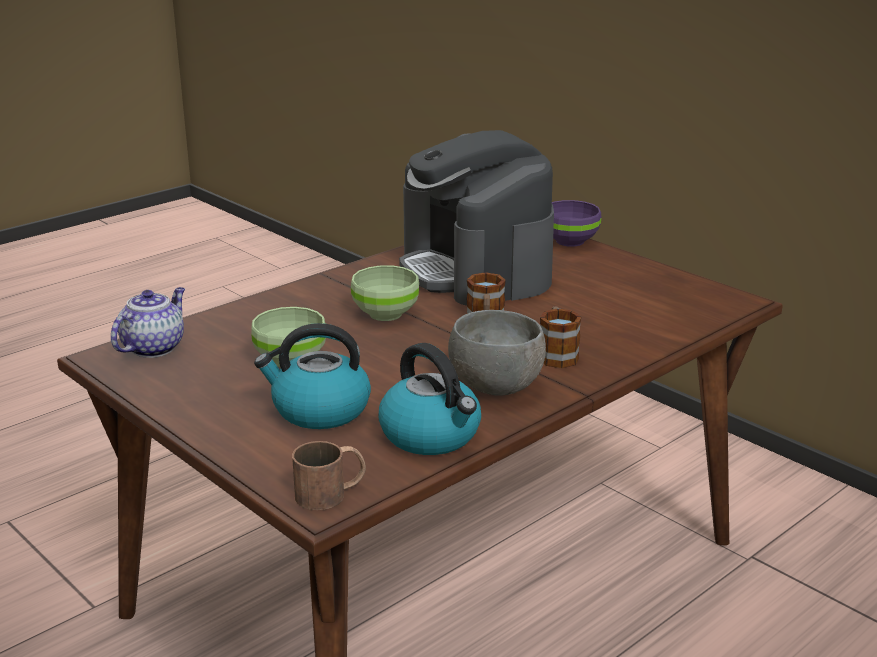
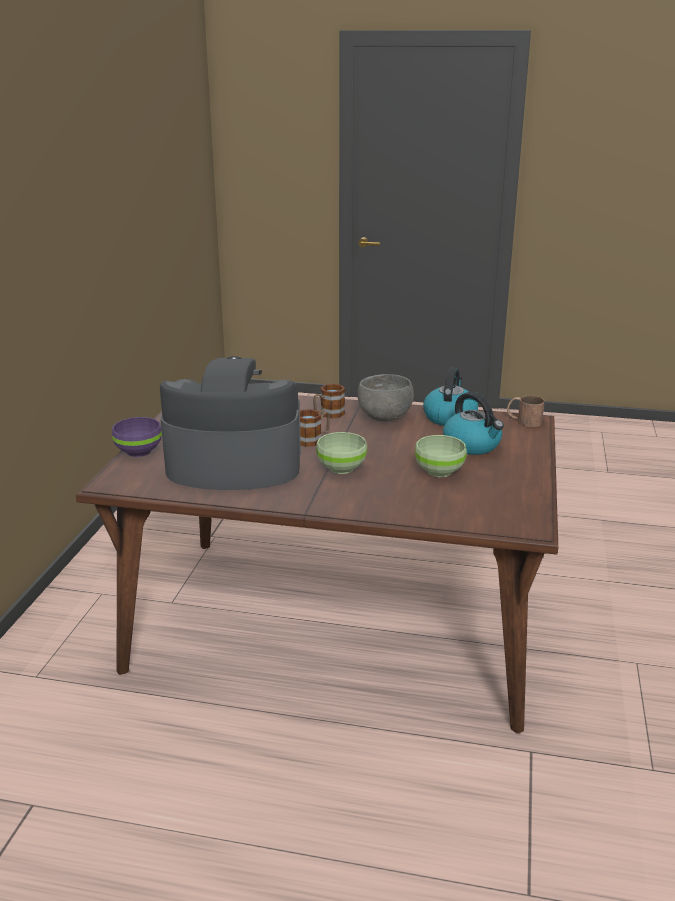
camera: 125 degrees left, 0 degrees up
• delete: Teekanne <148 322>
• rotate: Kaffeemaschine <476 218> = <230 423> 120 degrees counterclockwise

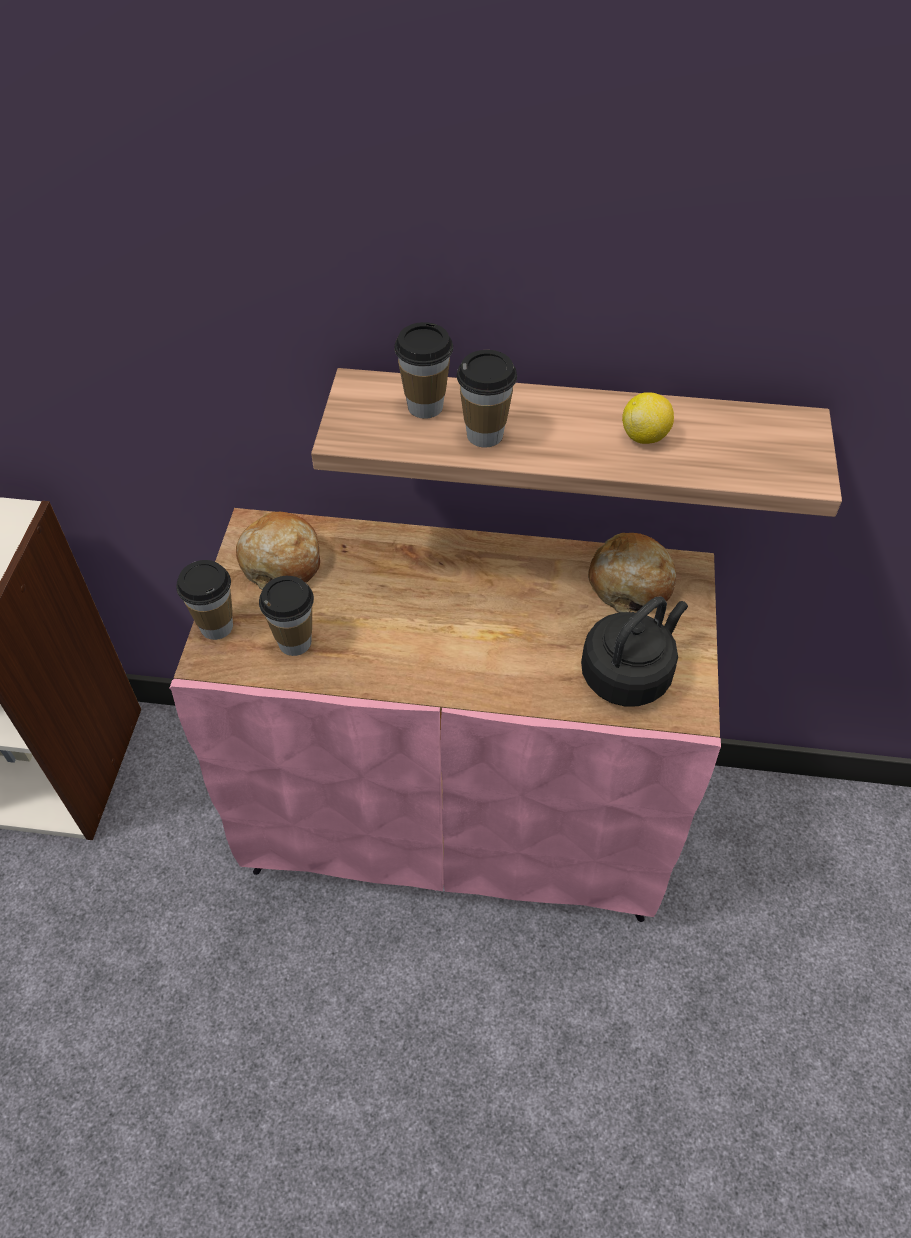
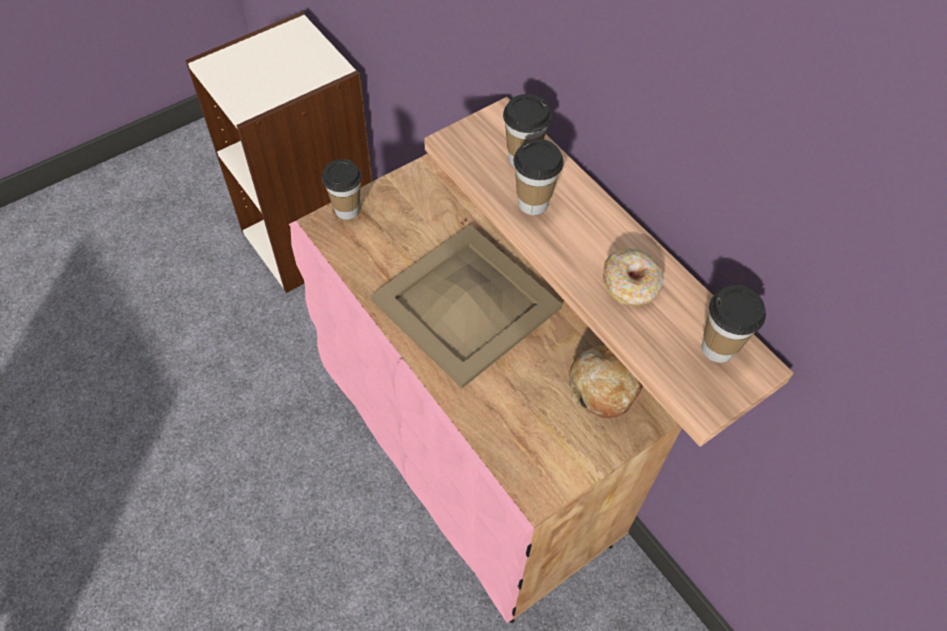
camera: 45 degrees right, 5 degrees up
• delete: Brot <278 551>
• delete: Wasserkessel/schwarz <634 651>
• insert: Tablett/beige <466 306>
• move: Tasse <286 616> to <734 324>
• replace: Zitrone <648 418> to Donut <633 277>

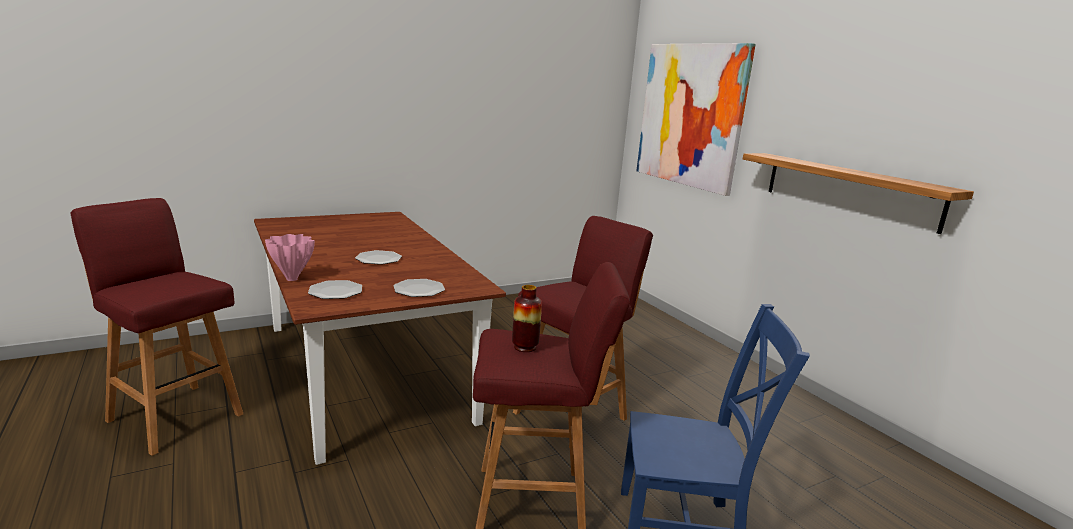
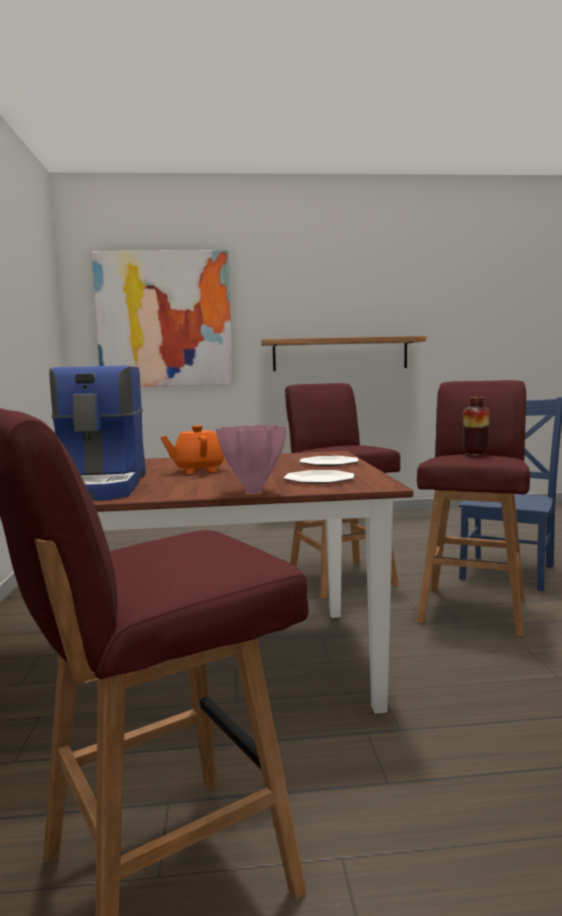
camera: 65 degrees left, 10 degrees down
• insert: Kaffeemaschine <97 433>
• replace: Teller <378 257> to Teekanne/orange <192 449>

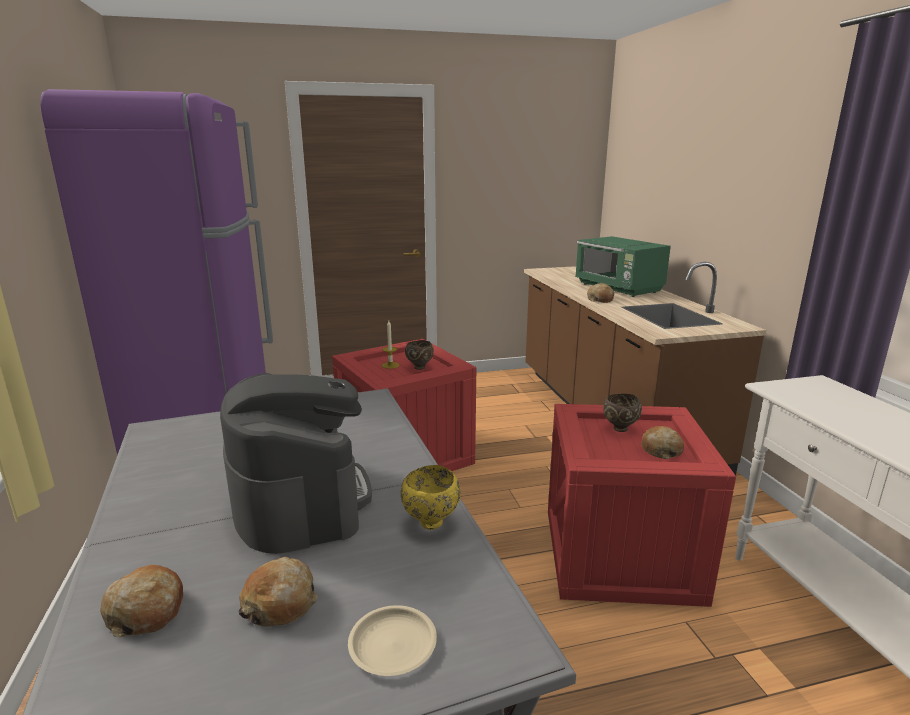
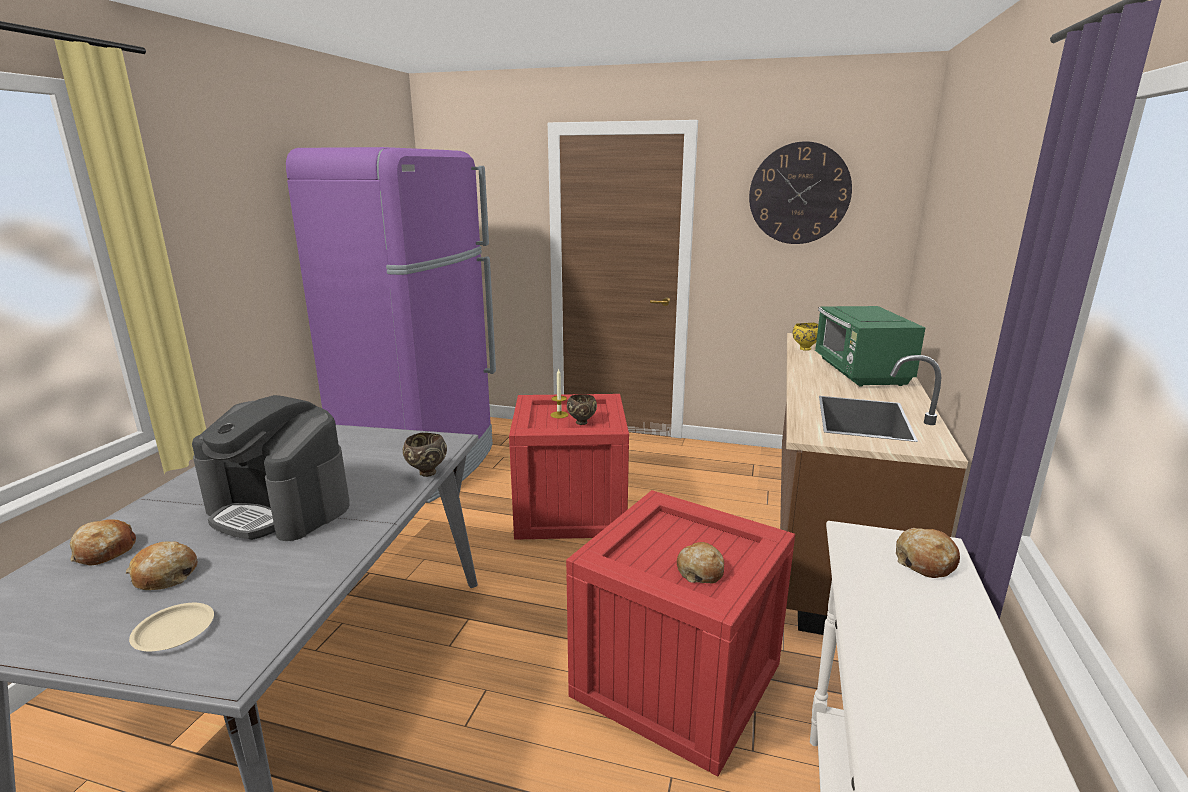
camera: 30 degrees right, 0 degrees up
• insert: Wanduhr <800 192>
• move: Schüssel/gelb <431 497> to <805 337>
• move: Brot <600 293> to <928 553>
• move: Schüssel/braun <622 413> to <425 455>
• rotate: Kaffeemaschine <296 463> = <271 468> 105 degrees clockwise

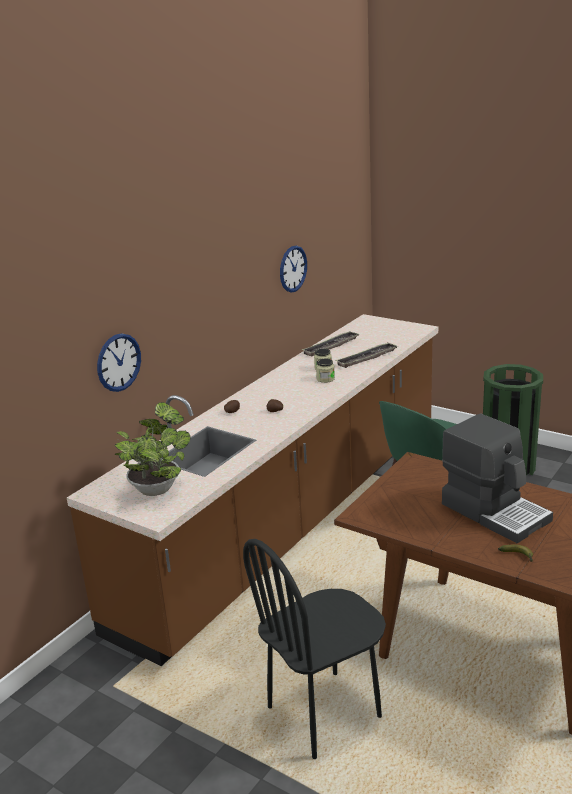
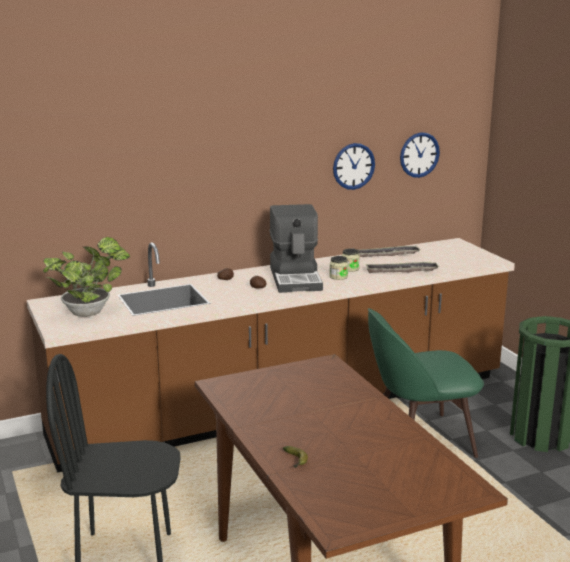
camera: 30 degrees right, 5 degrees down
• move: Wanduhr <119 362> to <420 155>
• move: Kaffeemaschine <497 478> to <296 248>

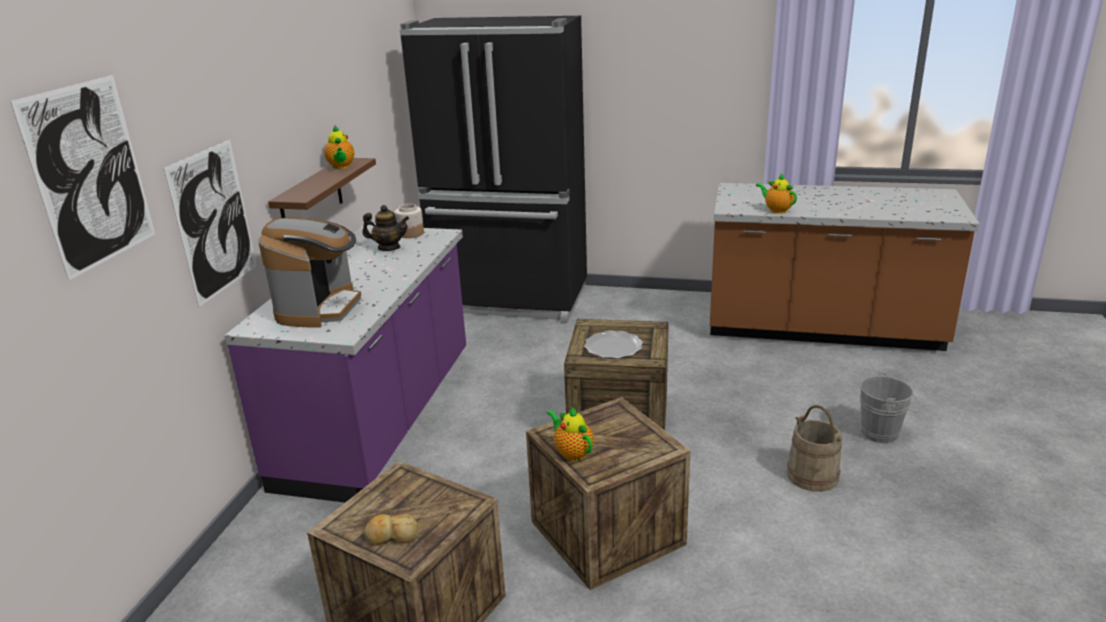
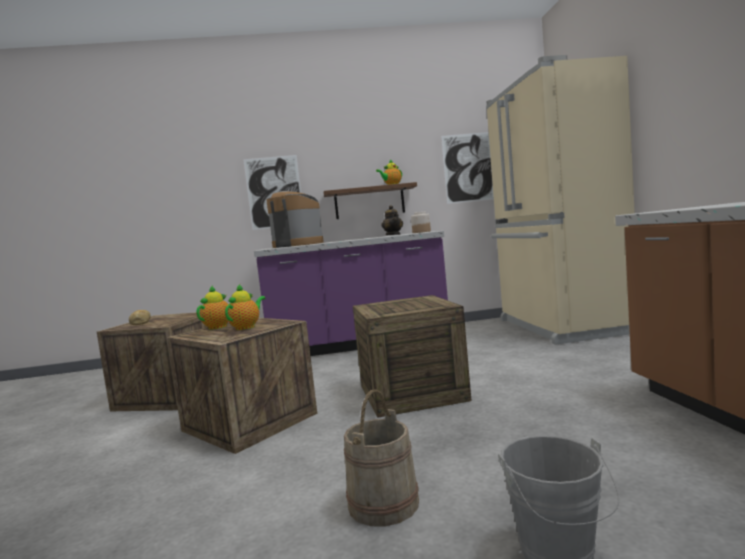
camera: 70 degrees right, 20 degrees down
• delete: Teller <613 345>
• move: Bild <82 178> to <467 168>
• move: Teekanne <776 193> to <245 307>
• recolor: Kühlschrank/schwarz <493 169> to Kühlschrank/beige <560 200>
• rotate: Kaffeemaschine <309 273> = <295 219> 135 degrees counterclockwise

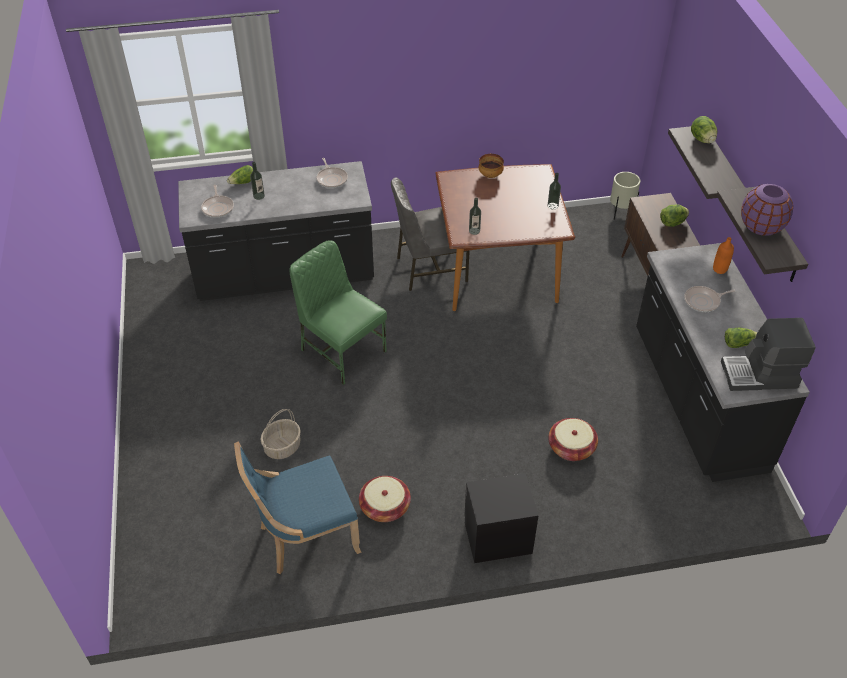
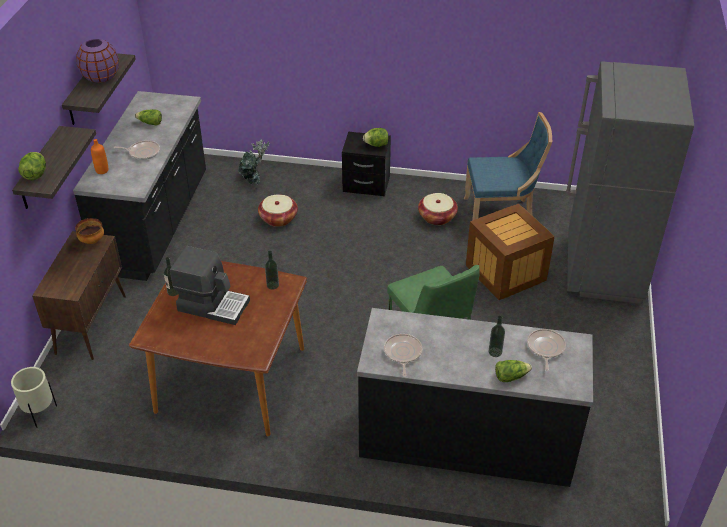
camera: 160 degrees left, 5 degrees down
• delete: Stuhl/grau <430 234>
• insert: Topfpflanze <254 162>
• insert: Kühlschrank/grau <630 182>
• move: Schüssel <491 166> to <89 231>
• move: Salatkopf <674 215> to <375 137>
• move: Kaffeemaschine <768 354> to <210 285>
• replace: Korb <280 434> to Kiste <510 252>

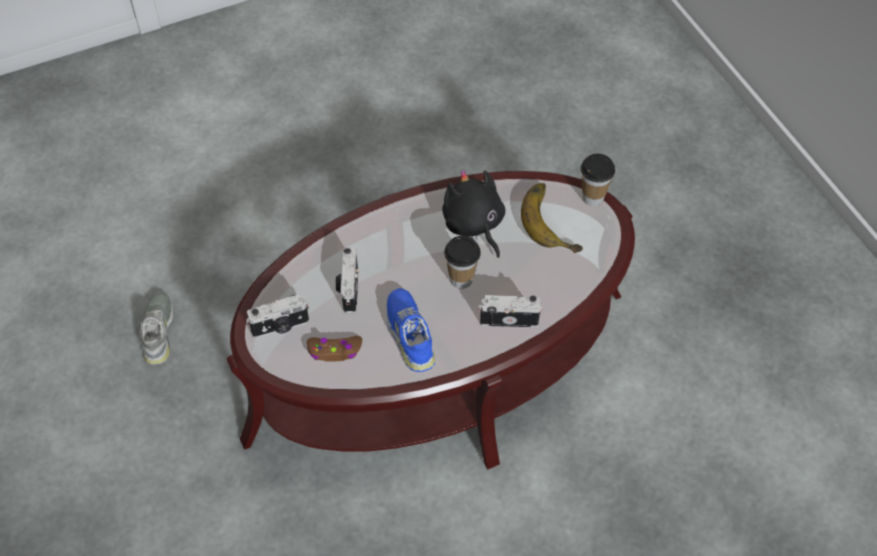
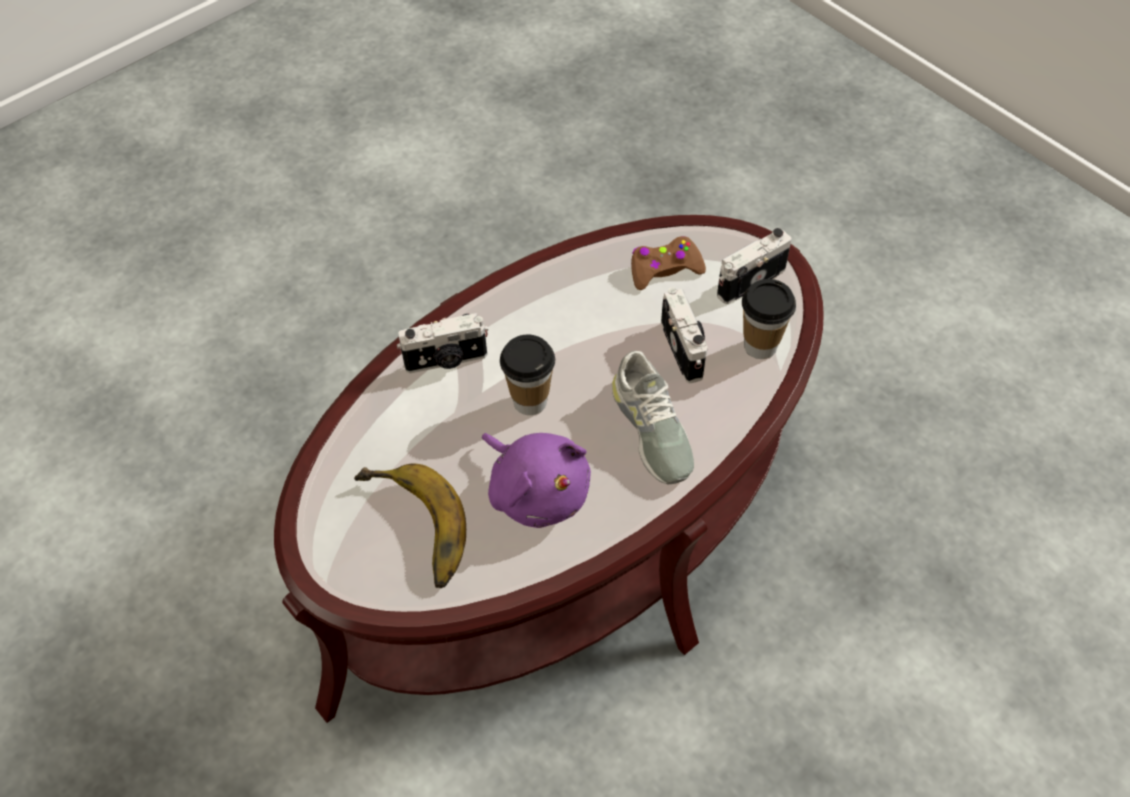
camera: 165 degrees right, 0 degrees up
• delete: Schuh/blau <411 330>
• move: Schuh/grau <157 328> to <653 417>
• move: Tasse <598 180> to <769 319>
• recolor: Plüschtier/schwarz <473 214> to Plüschtier/lila <536 480>

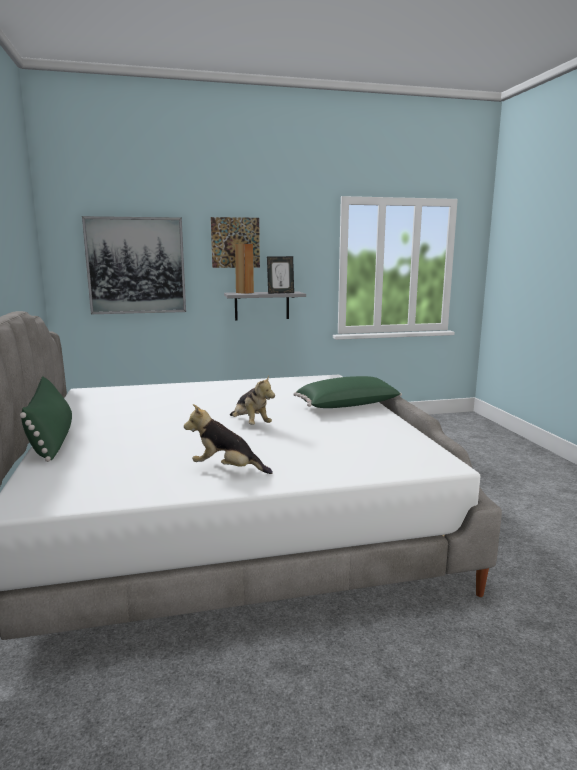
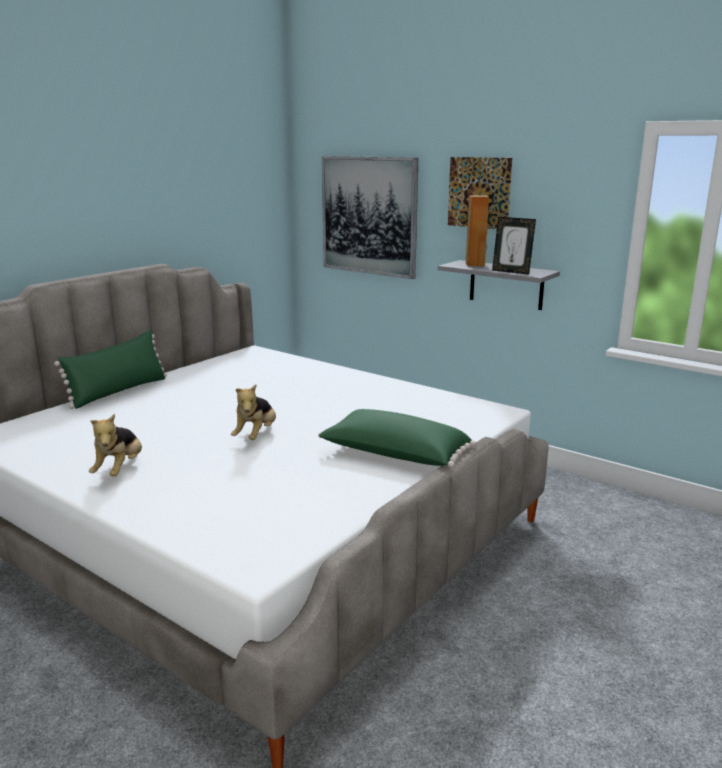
camera: 50 degrees right, 5 degrees up
• rotate: Plüschtier <228 439> = <115 445> 150 degrees counterclockwise

